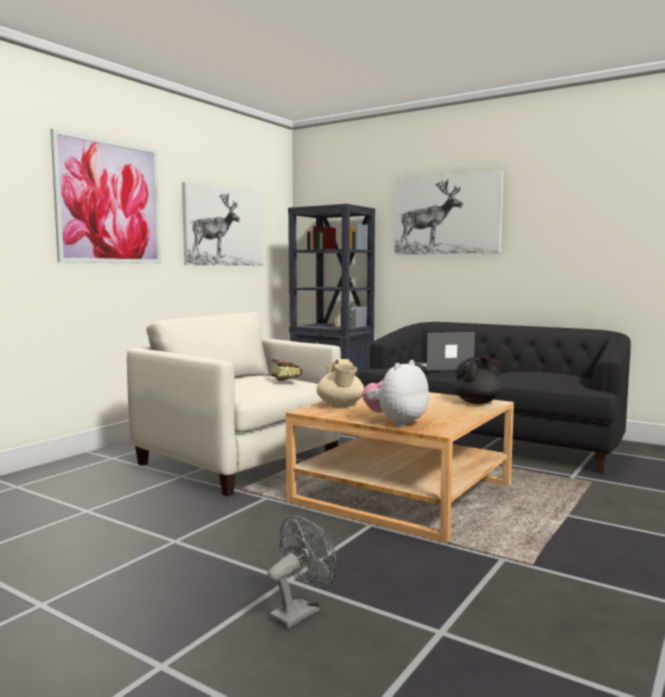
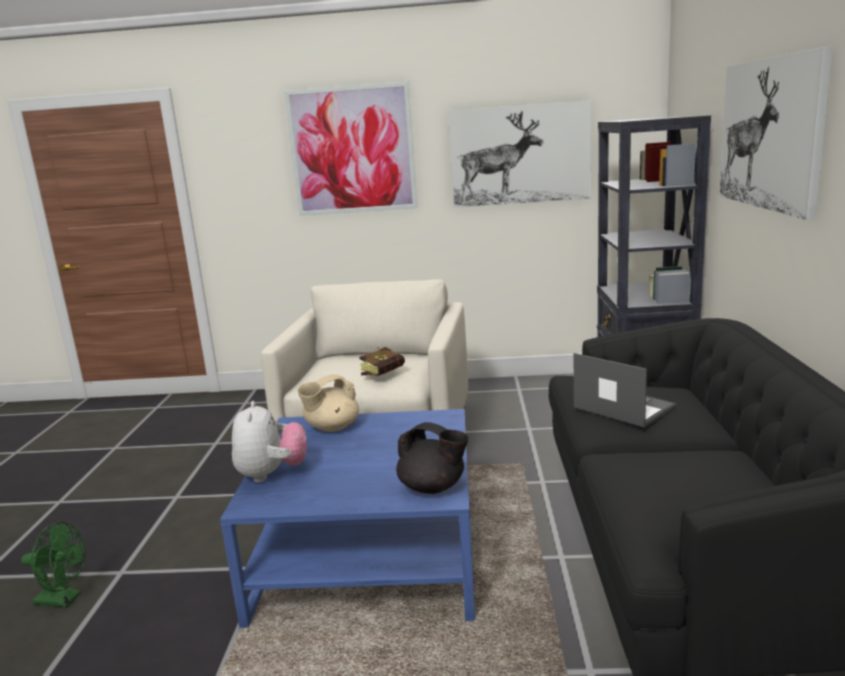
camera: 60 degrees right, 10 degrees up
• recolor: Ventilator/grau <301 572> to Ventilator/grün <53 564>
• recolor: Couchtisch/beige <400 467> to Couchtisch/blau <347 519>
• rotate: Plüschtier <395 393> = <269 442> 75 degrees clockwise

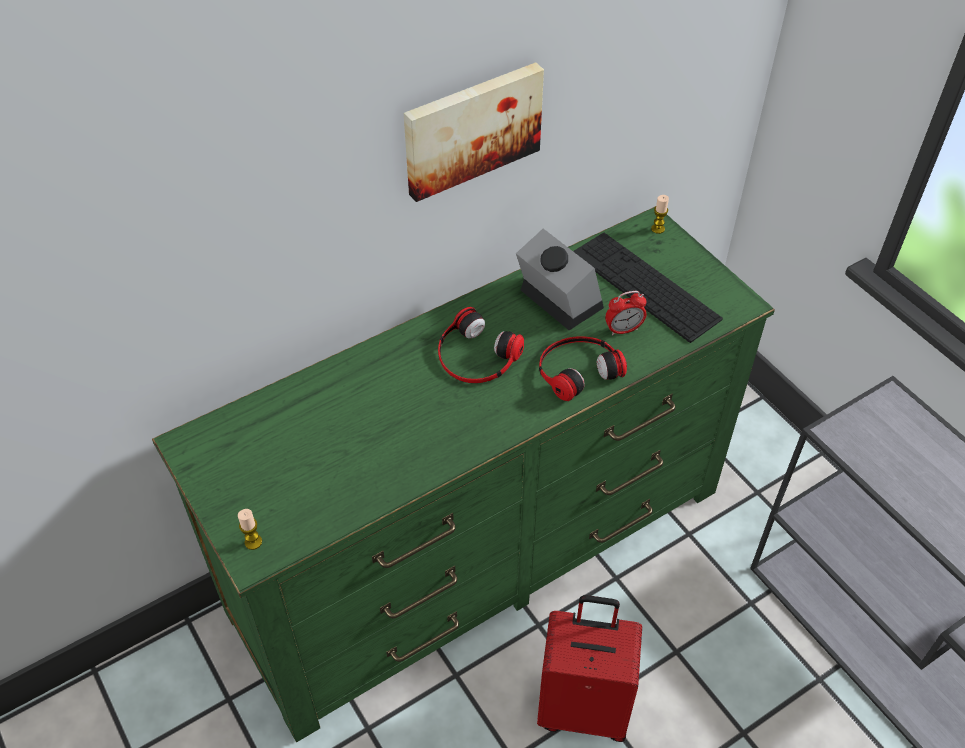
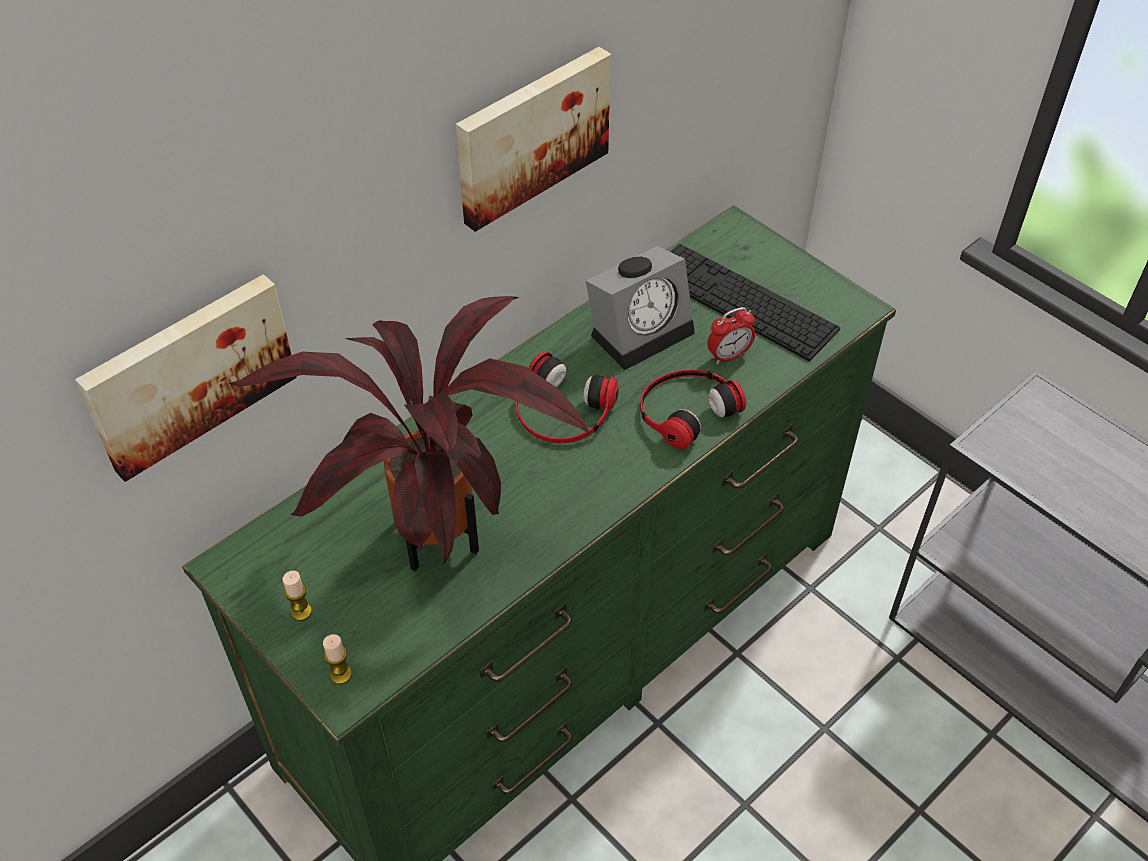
camera: 10 degrees left, 0 degrees up
• delete: Koffer/rot <589 668>
• insert: Bild <186 378>
• insert: Topfpflanze <409 433>
• move: Kerze <660 214> to <297 596>
• rotate: Wecker <560 279> = <640 308> 105 degrees clockwise

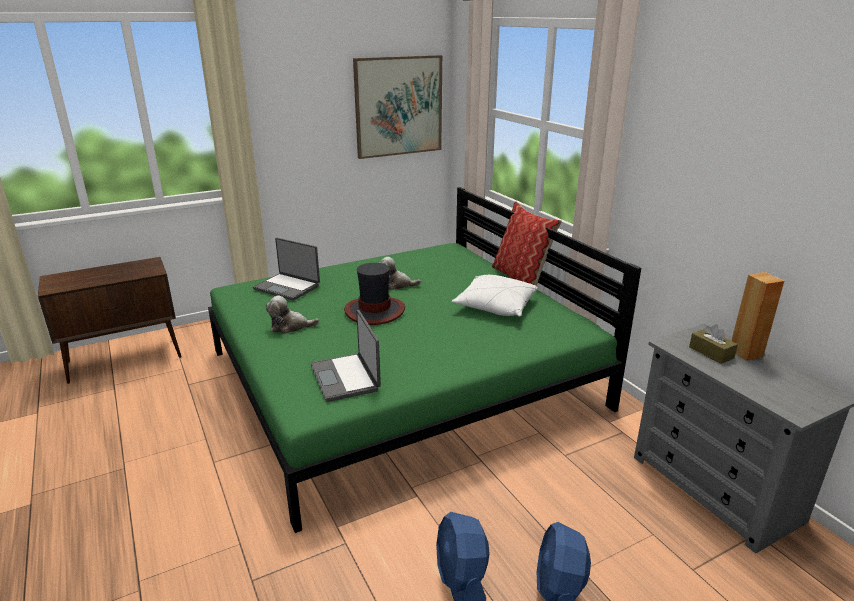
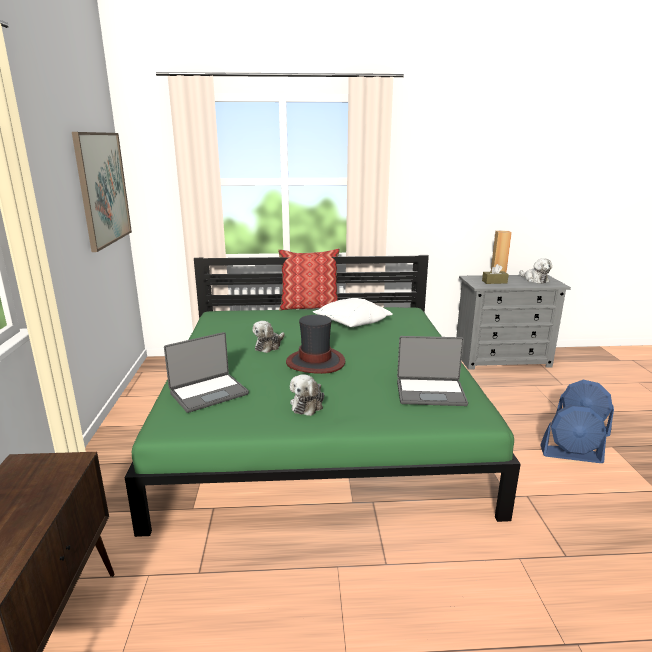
camera: 65 degrees left, 5 degrees down
• insert: Plüschtier <535 270>

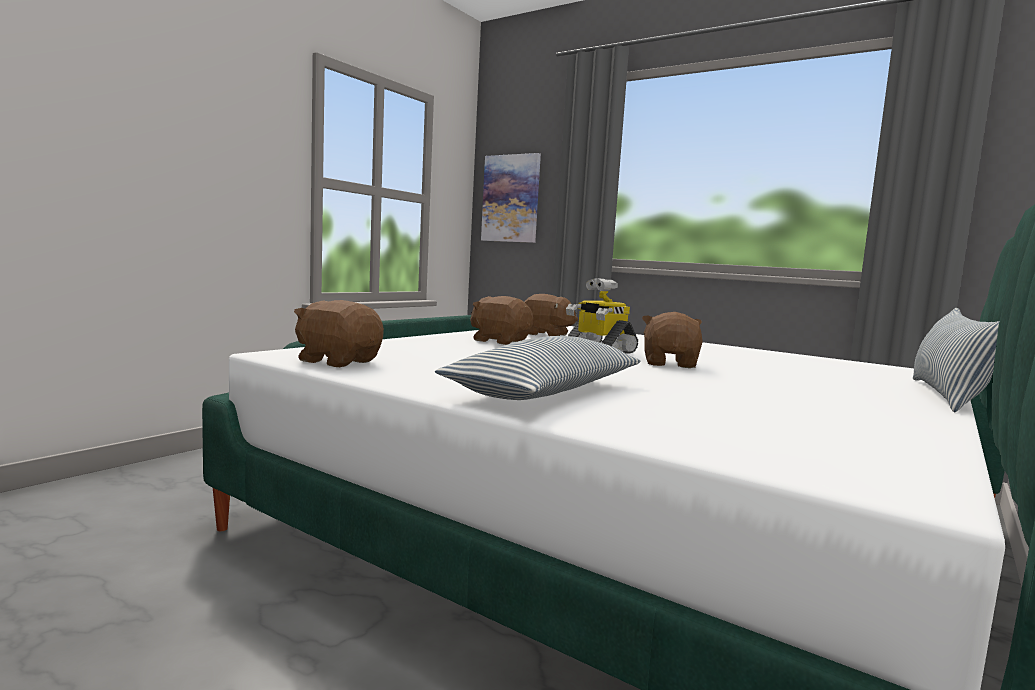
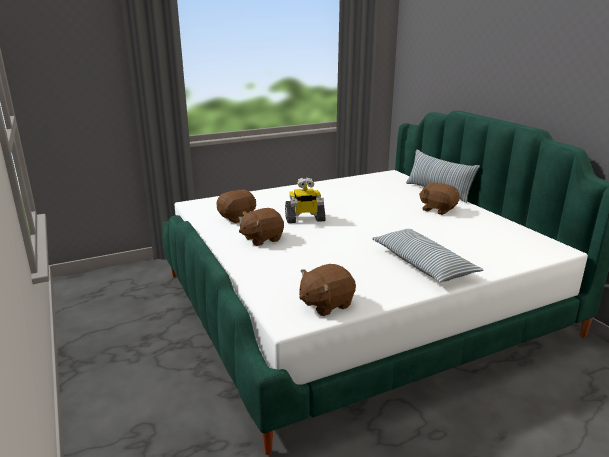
camera: 60 degrees left, 15 degrees up
• delete: Bild <511 198>
• move: Plüschtier/braun <672 340> to <439 199>

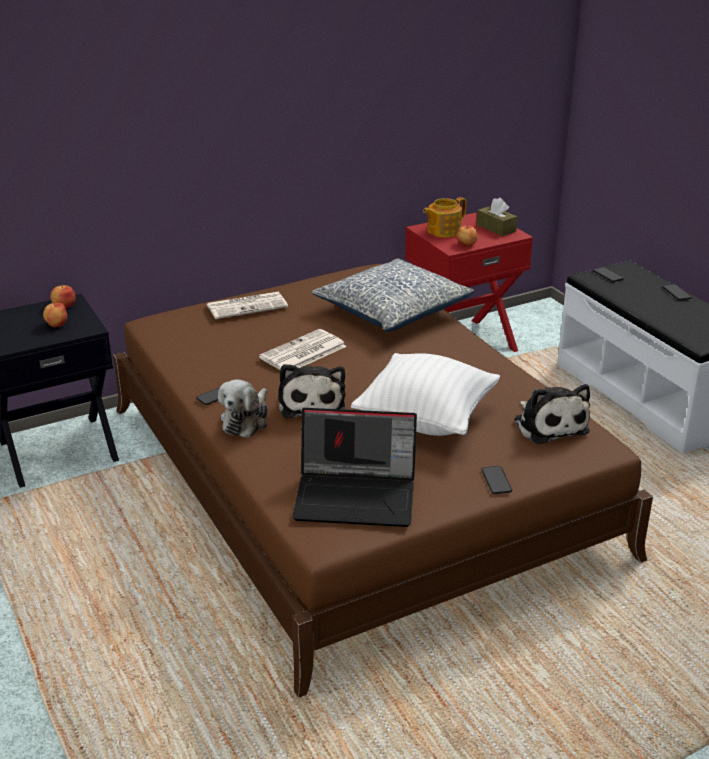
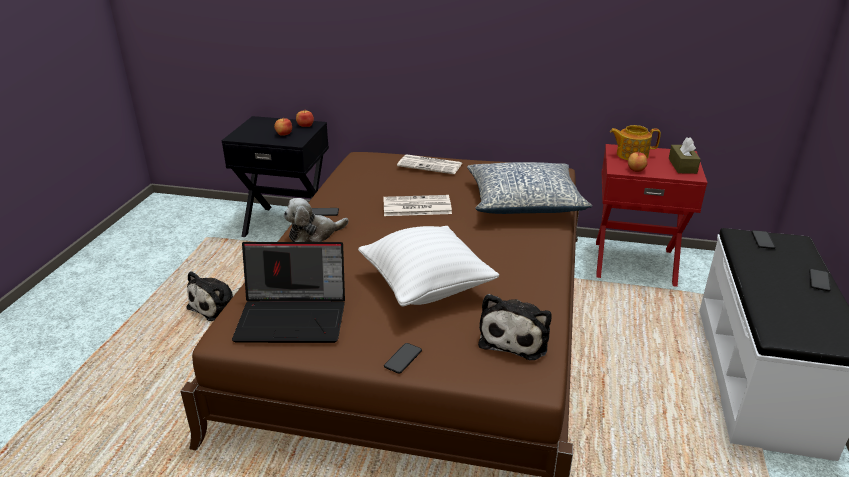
camera: 40 degrees right, 0 degrees up
• move: Plüschtier <312 391> to <213 296>
• rotate: Laptop <354 467> = <288 292> 45 degrees counterclockwise

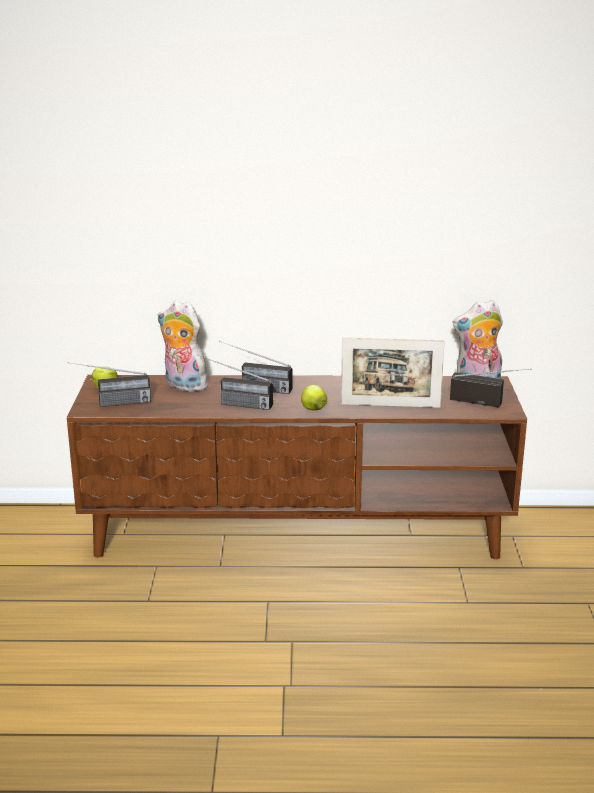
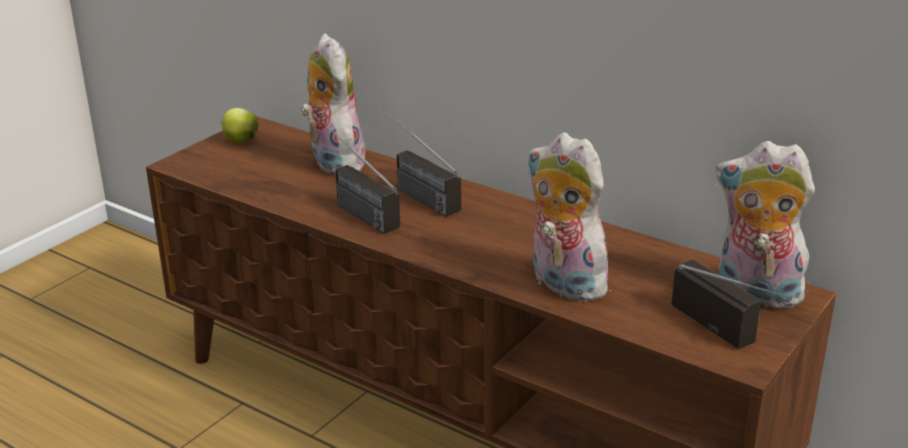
camera: 35 degrees right, 5 degrees up
• delete: Radio <109 384>
• delete: Apfel <314 398>
• replace: Bilderrahmen <393 372> to Plüschtier <569 217>

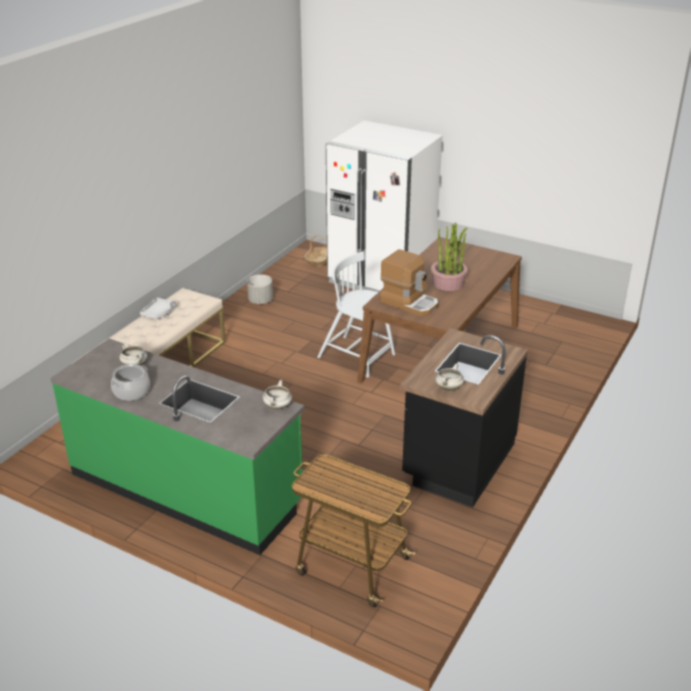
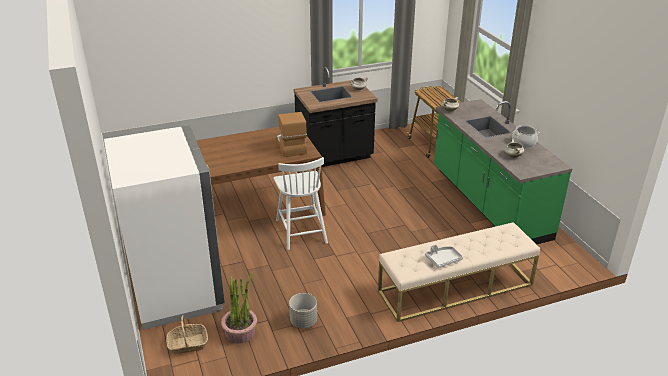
camera: 140 degrees left, 0 degrees up
• move: Topfpflanze <449 256> to <239 308>

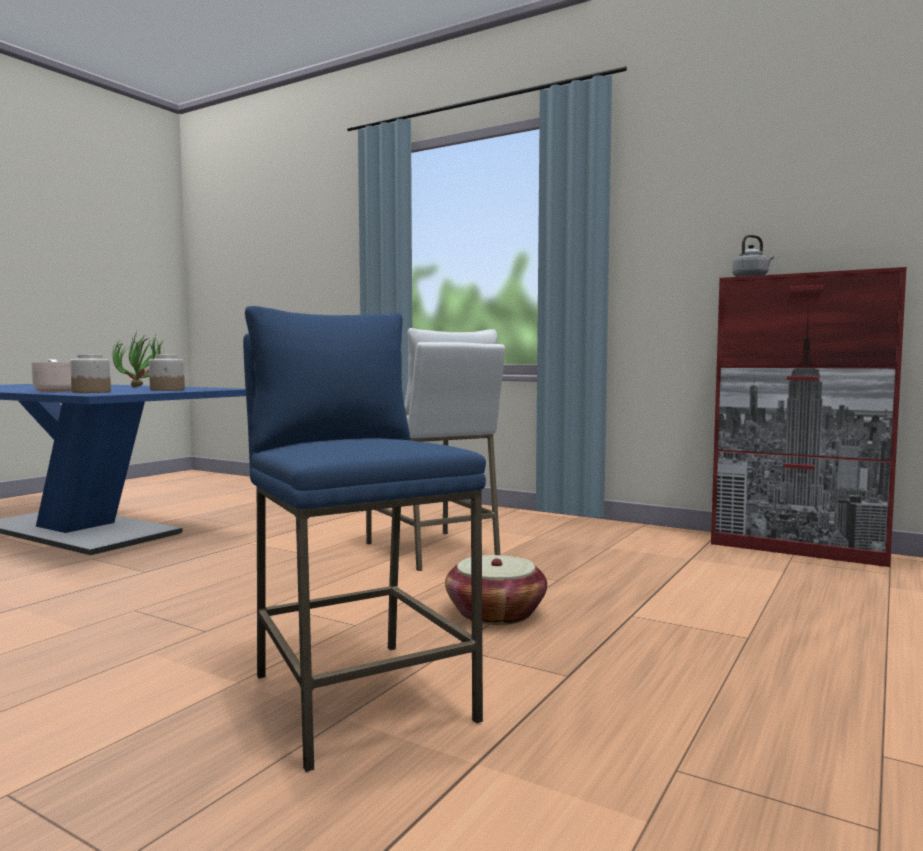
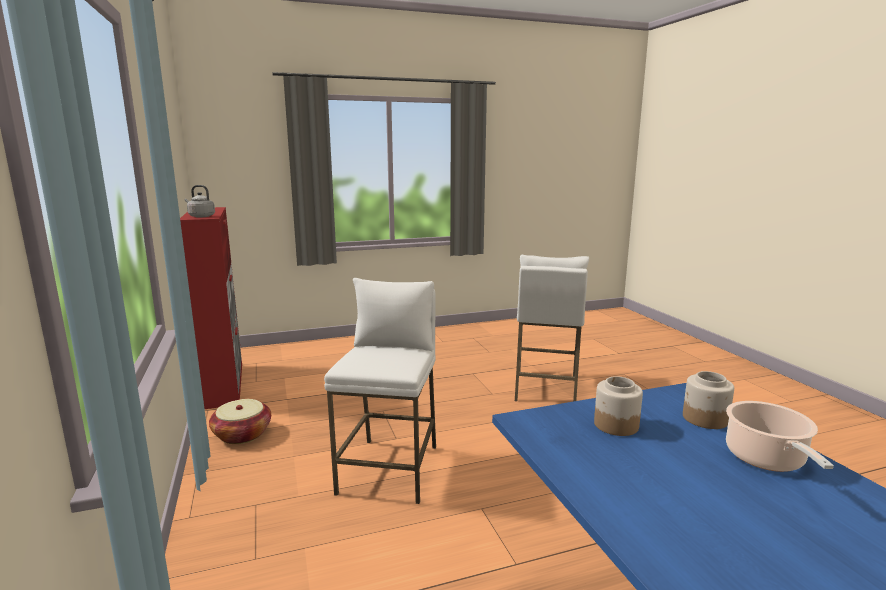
camera: 140 degrees left, 10 degrees up
• delete: Topfpflanze <138 359>
• move: Korb <496 590> to <240 421>
• recolor: Hocker/blau <364 539> to Hocker/weiß <552 328>

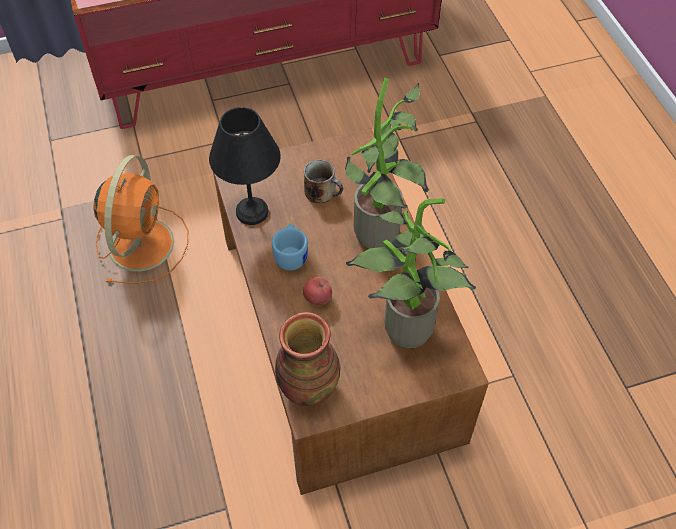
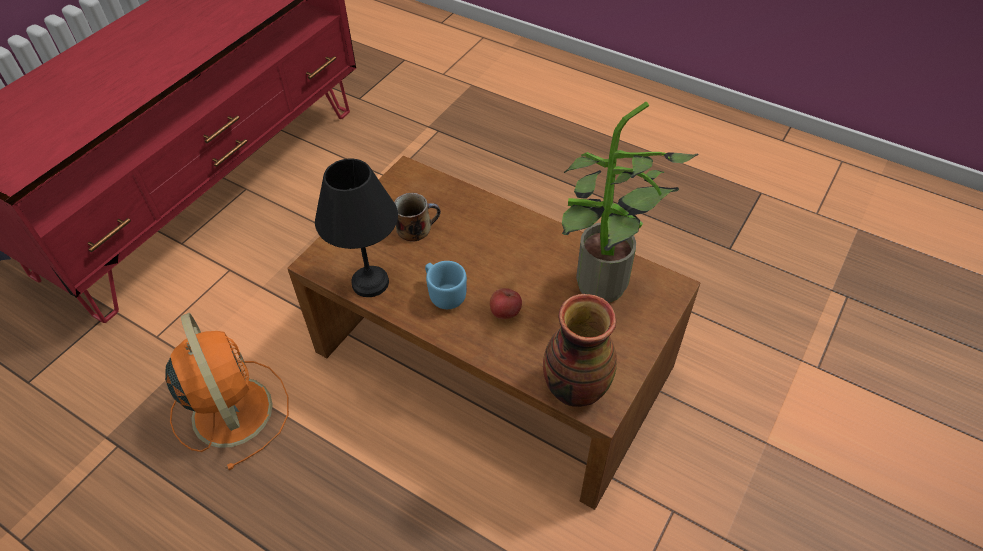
camera: 40 degrees left, 5 degrees down
• delete: Topfpflanze <387 163>

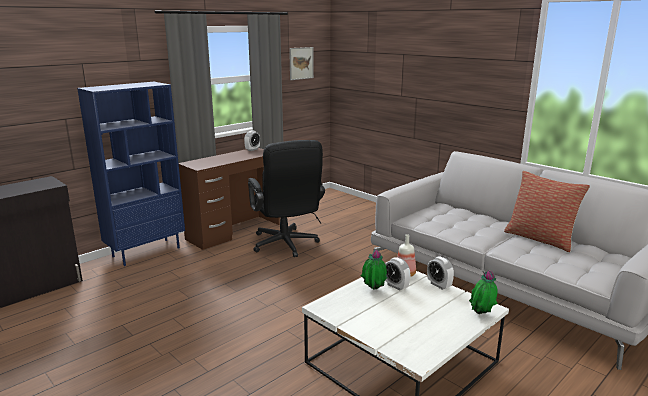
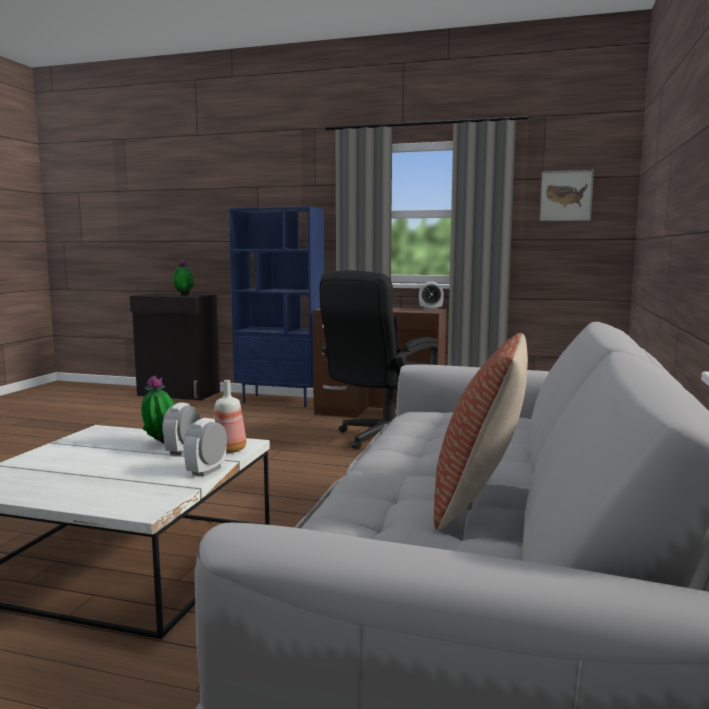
camera: 60 degrees right, 10 degrees down
• move: Topfpflanze <483 292> to <183 277>

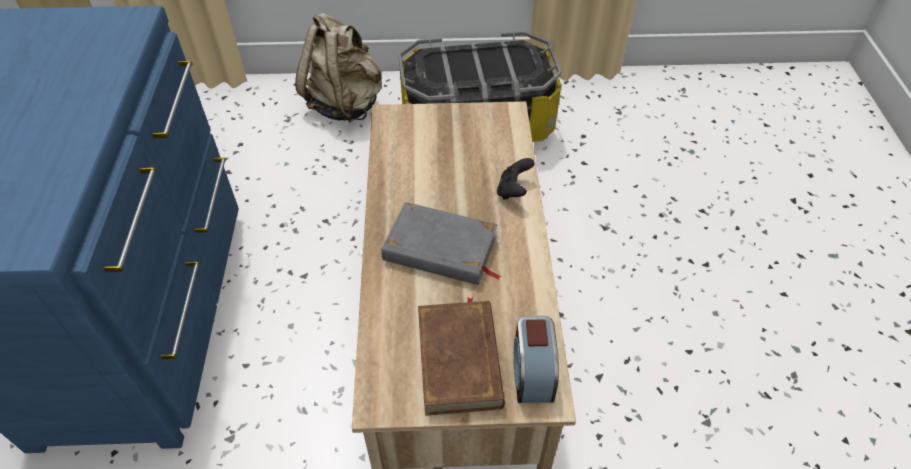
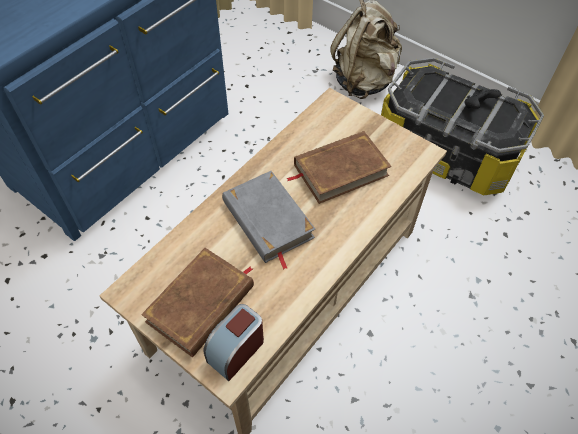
camera: 40 degrees right, 5 degrees up
• insert: Buch/braun <339 167>
• move: Gamepad/schwarz <515 179> to <482 99>

